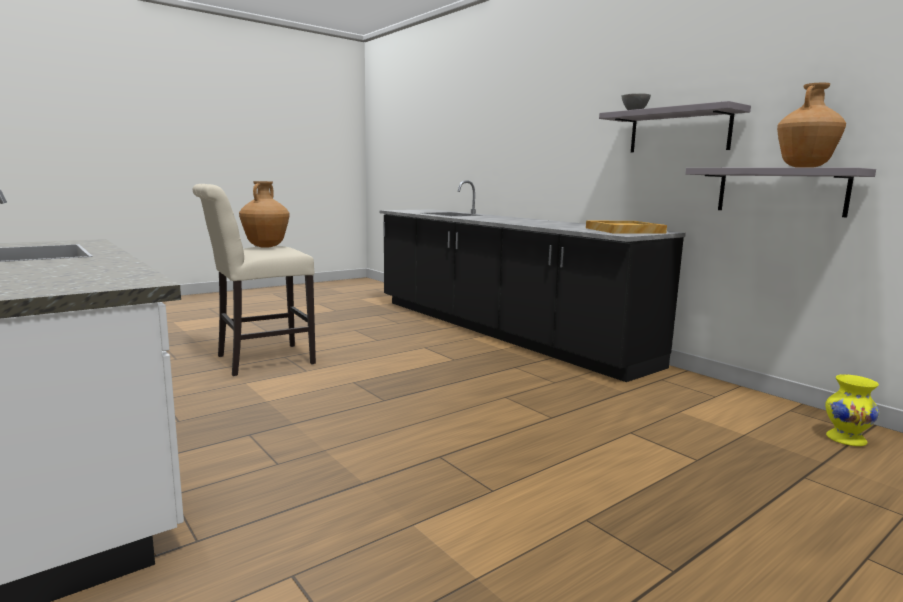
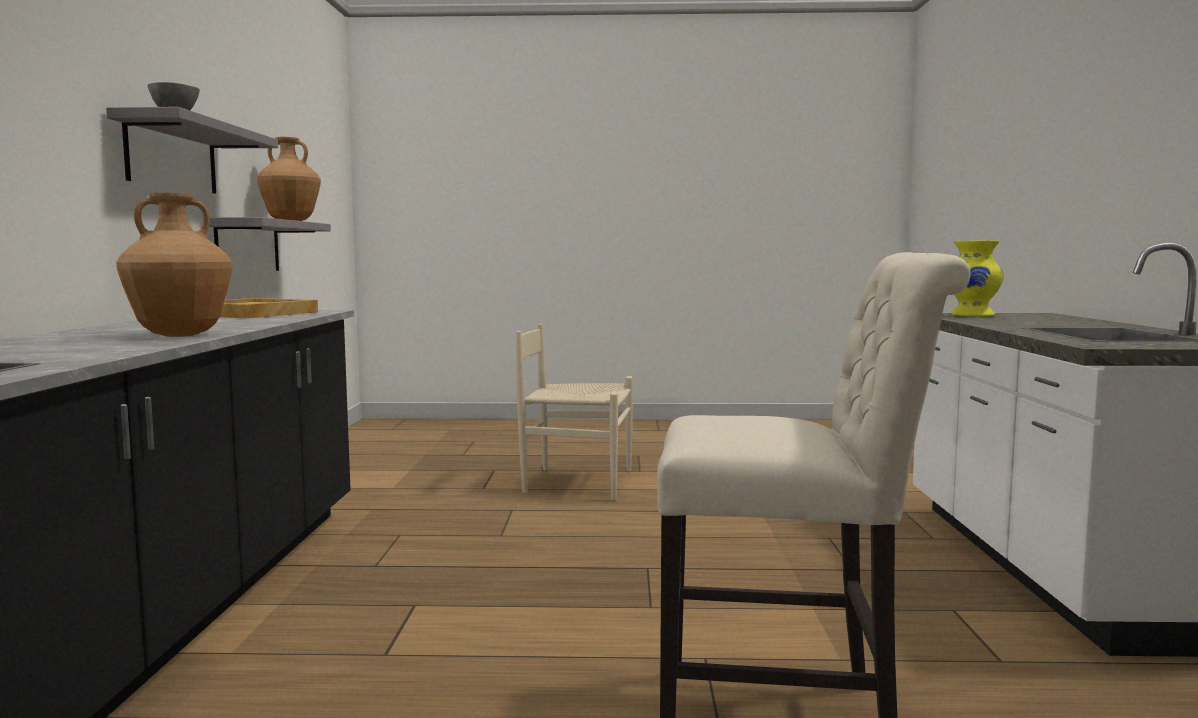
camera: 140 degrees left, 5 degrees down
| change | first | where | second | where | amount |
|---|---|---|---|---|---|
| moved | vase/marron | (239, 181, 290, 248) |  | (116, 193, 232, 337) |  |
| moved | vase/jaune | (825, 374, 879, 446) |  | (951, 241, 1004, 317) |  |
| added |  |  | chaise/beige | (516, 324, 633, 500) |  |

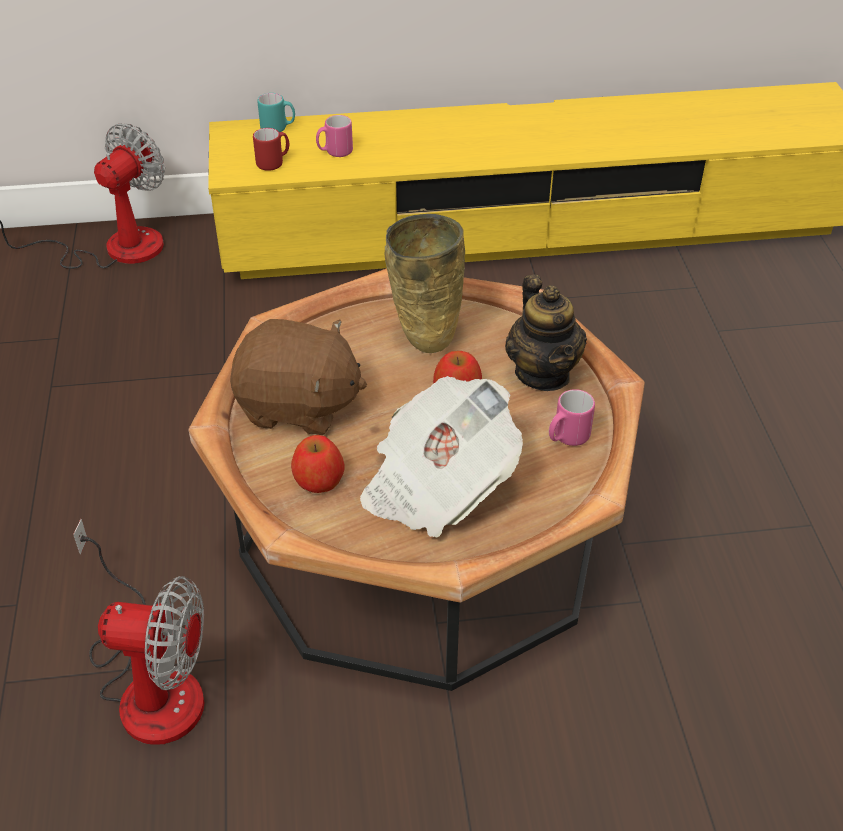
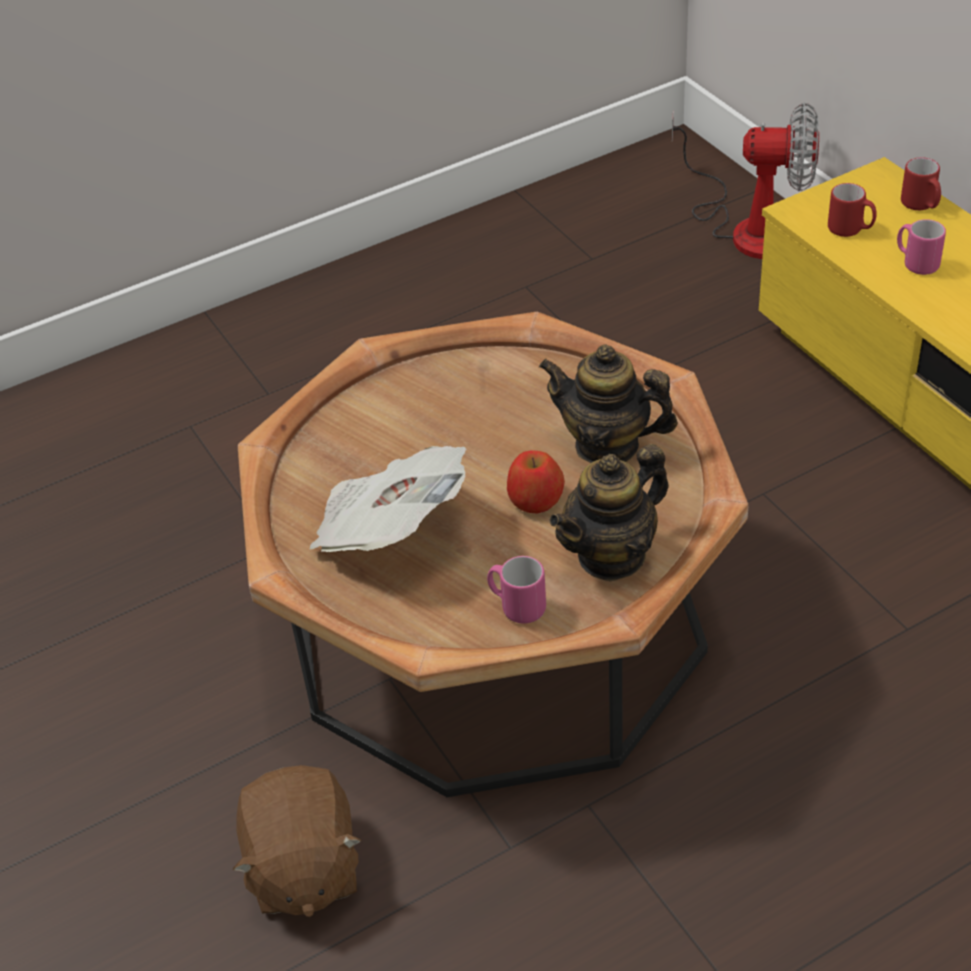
camera: 70 degrees right, 0 degrees up
| change | first | where | second | where | amount |
|---|---|---|---|---|---|
| recoloured | mug/turquoise | (257, 93, 295, 132) | mug/rouge | (901, 157, 941, 210) |  |
| replaced | vase/beige | (385, 214, 465, 353) | théière | (539, 344, 678, 463) |  |
| moved | peluche/marron | (230, 319, 367, 435) |  | (233, 765, 361, 917) |  |
| removed | pomme | (291, 435, 345, 493) |  |  |  |
| removed | ventilateur | (73, 519, 204, 745) |  |  |  |

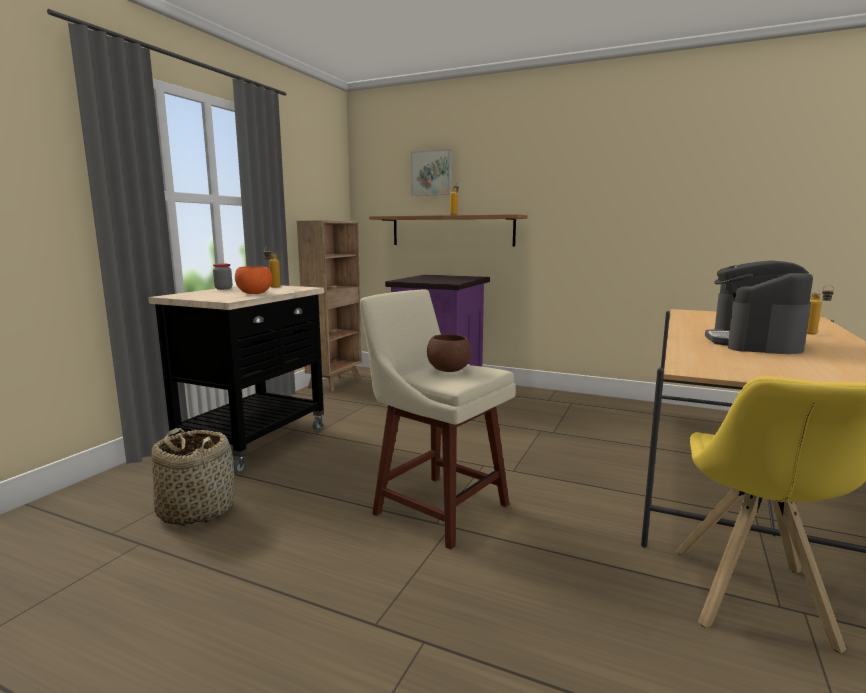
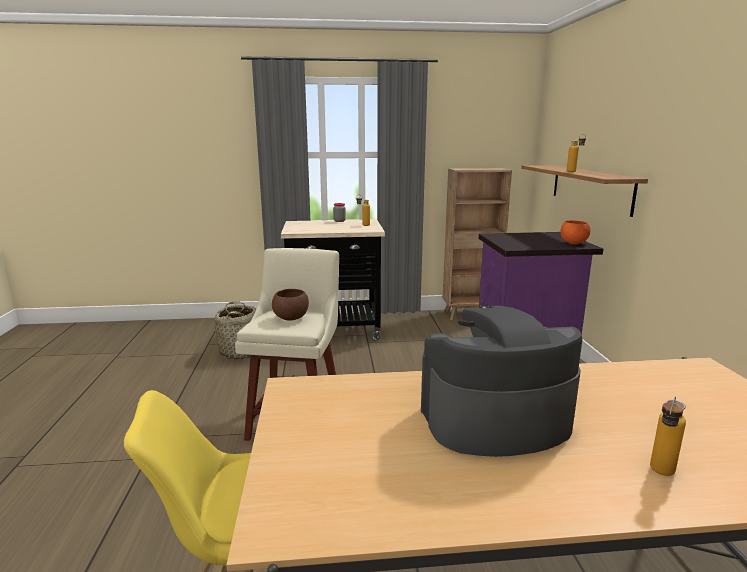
camera: 60 degrees right, 5 degrees up
| change | first | where | second | where | amount |
|---|---|---|---|---|---|
| removed | tableau | (411, 149, 452, 196) |  |  |  |
| moved | bol/orange | (235, 266, 272, 294) |  | (560, 220, 590, 244) |  |

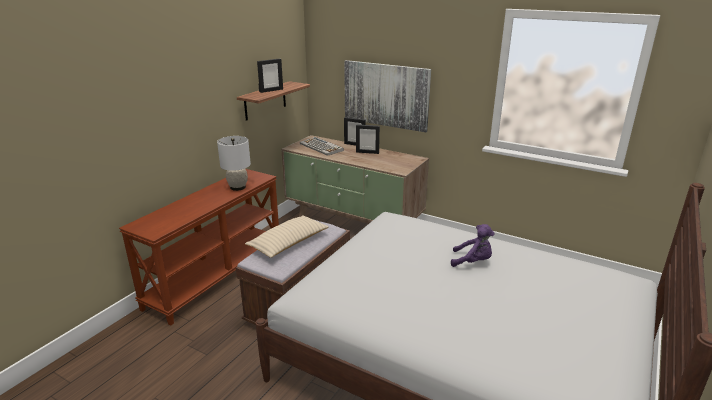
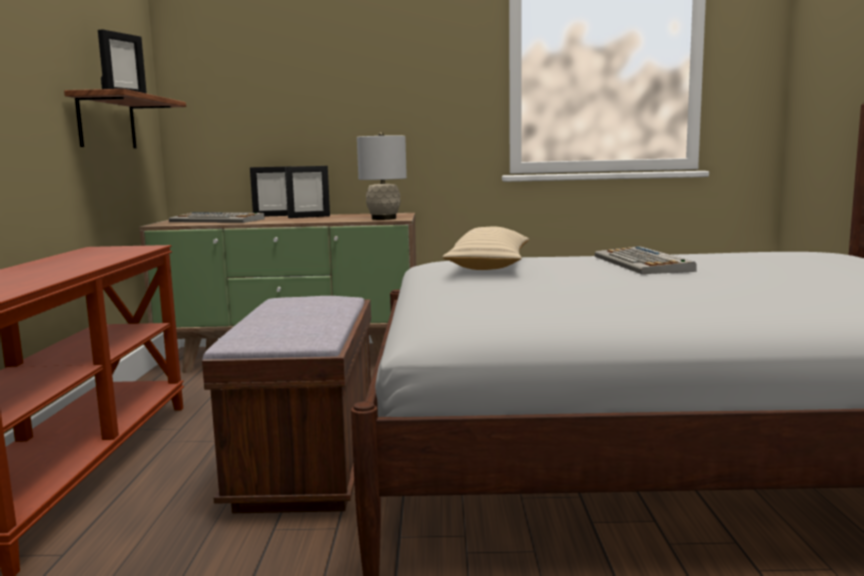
camera: 30 degrees left, 15 degrees down
| change | first | where | second | where | amount |
|---|---|---|---|---|---|
| removed | tableau | (344, 60, 431, 132) |  |  |  |
| moved | lampe de table/blanc | (217, 136, 251, 191) |  | (357, 132, 407, 220) |  |
| moved | coussin/beige | (245, 215, 329, 258) |  | (442, 226, 529, 270) |  |
| replaced | peluche/violet | (451, 224, 495, 267) | clavier | (595, 246, 697, 274) |  |

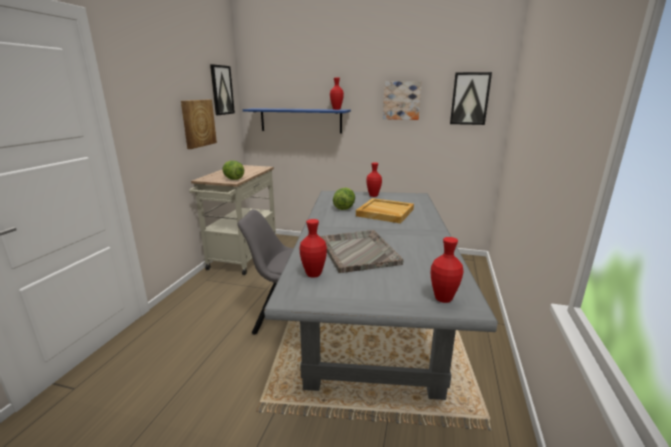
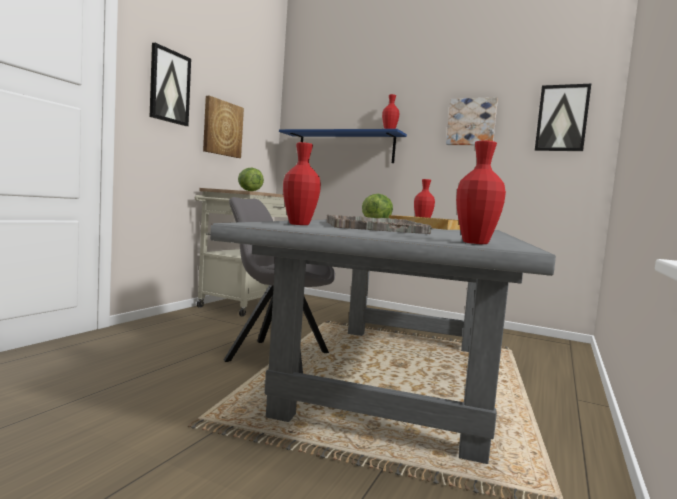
camera: 10 degrees right, 15 degrees down
| change | first | where | second | where | amount |
|---|---|---|---|---|---|
| moved | tableau | (210, 64, 235, 115) |  | (150, 43, 191, 126) |  |

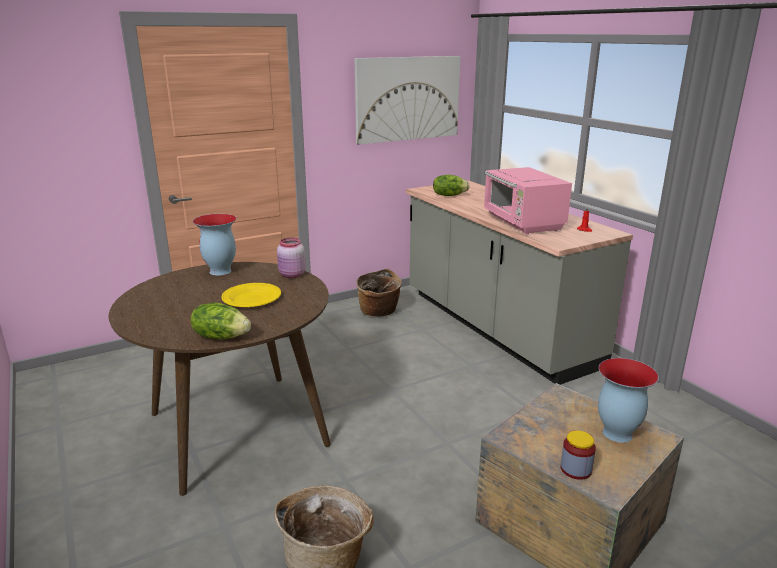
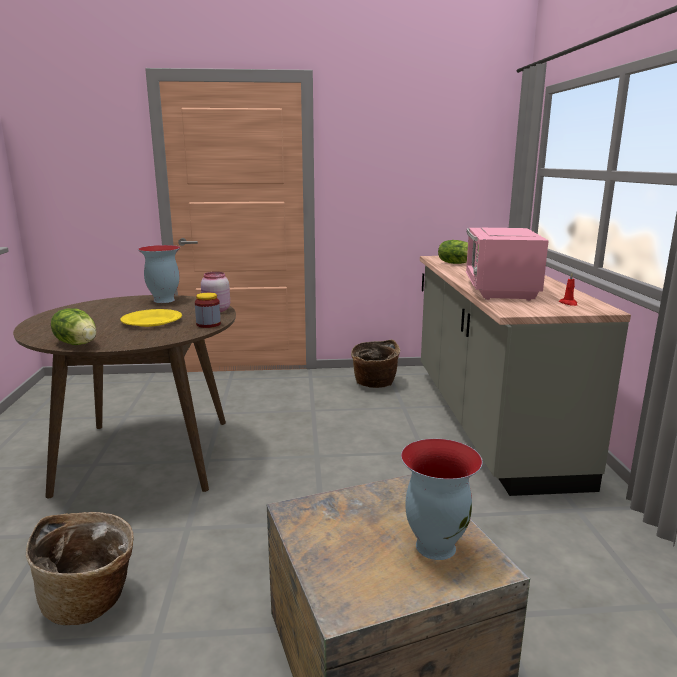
camera: 25 degrees right, 5 degrees down
| change | first | where | second | where | amount |
|---|---|---|---|---|---|
| removed | tableau | (354, 56, 460, 145) |  |  |  |
| moved | bocal | (561, 430, 596, 480) |  | (195, 293, 221, 328) |  |

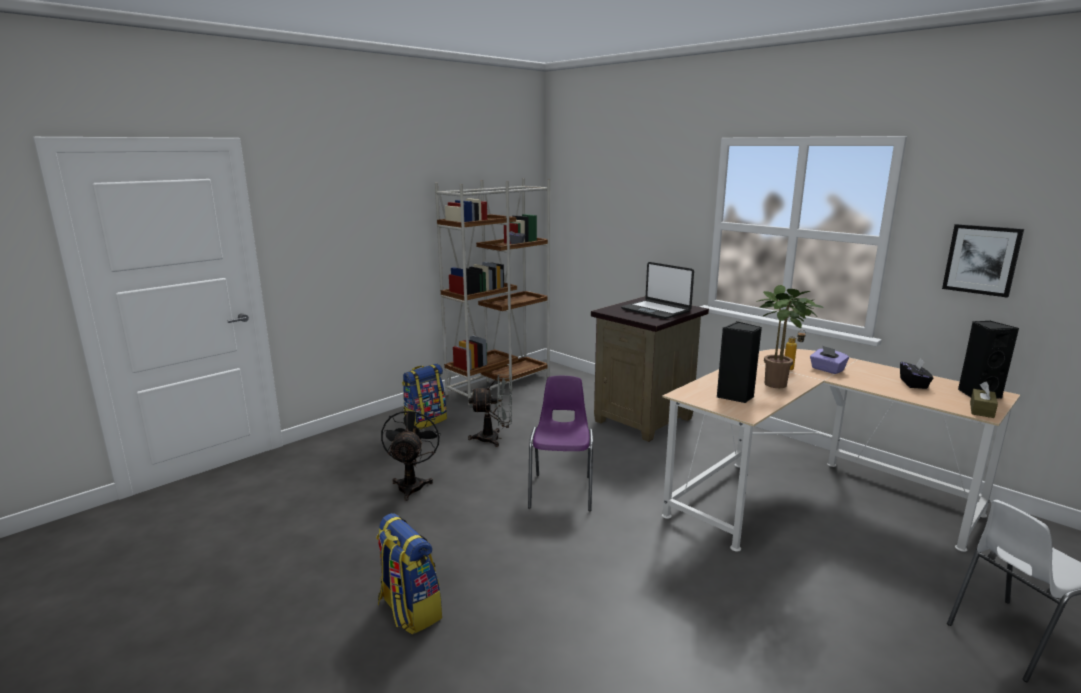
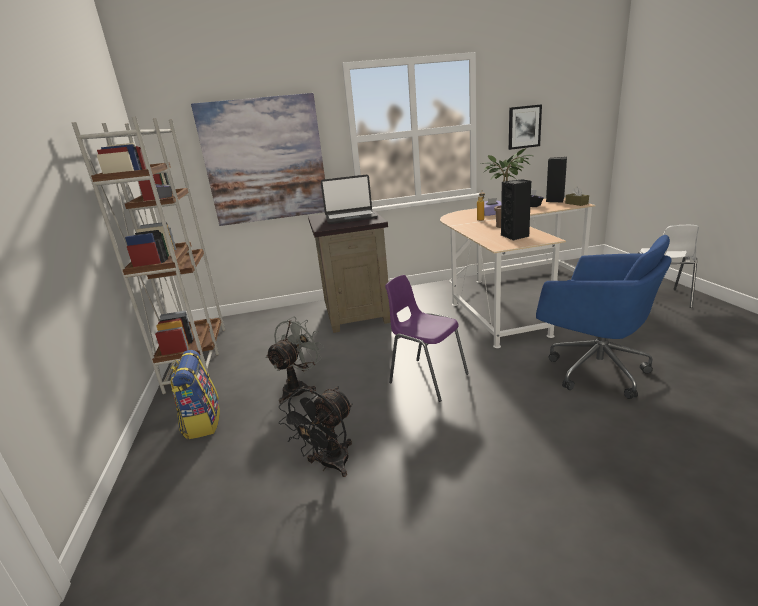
camera: 55 degrees left, 5 degrees up
| change | first | where | second | where | amount |
|---|---|---|---|---|---|
| turned | ventilateur/noir | (381, 407, 441, 501) |  | (279, 387, 353, 477) | 90 degrees counterclockwise |
| removed | sac à dos | (376, 513, 442, 635) |  |  |  |
| added |  |  | tableau | (191, 93, 325, 226) |  |
| added |  |  | chaise de bureau/bleu | (536, 235, 672, 399) |  |

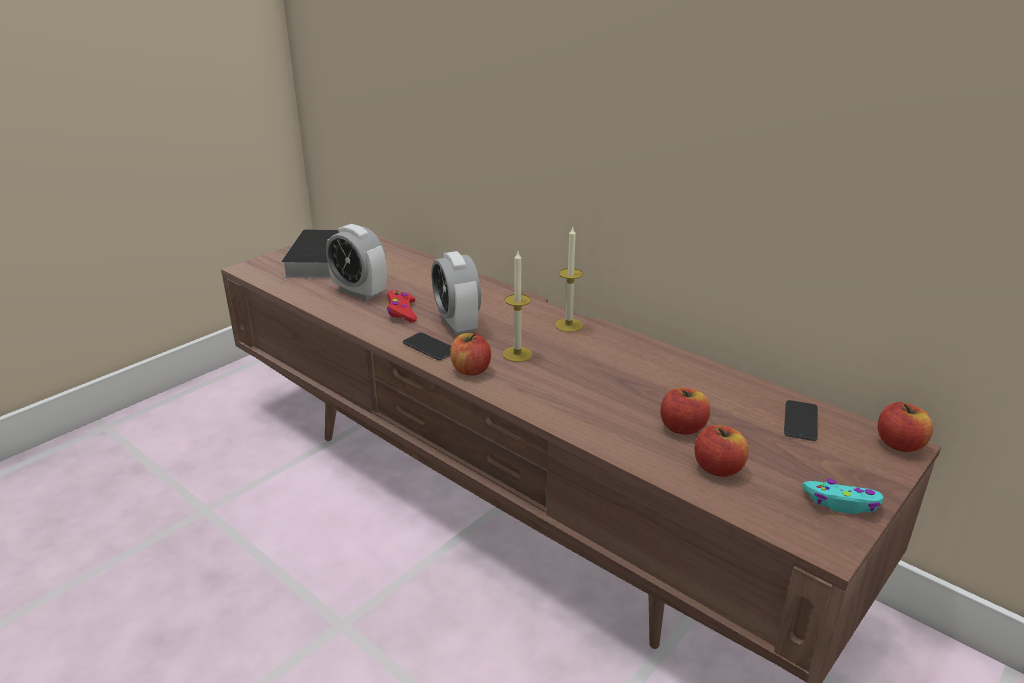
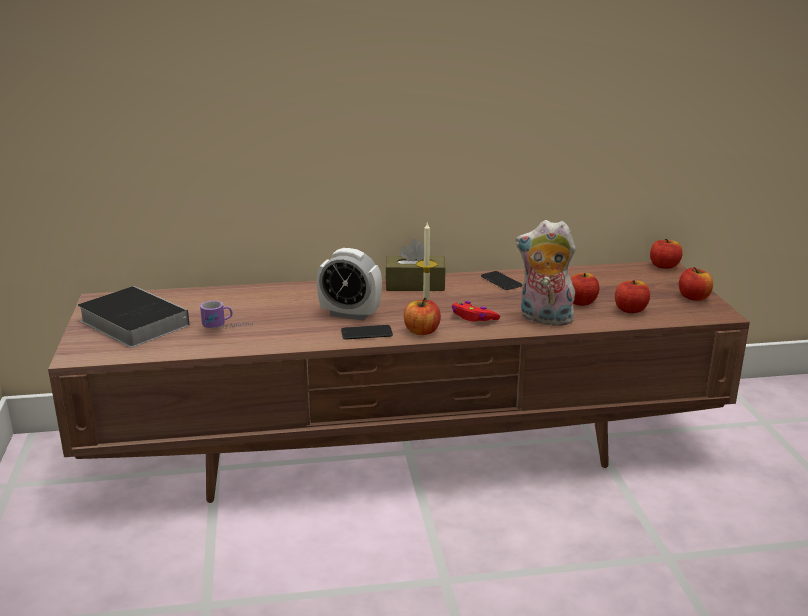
camera: 50 degrees left, 5 degrees down
| change | first | where | second | where | amount |
|---|---|---|---|---|---|
| replaced | réveil | (326, 224, 387, 301) | mug | (200, 301, 253, 329) |  |
| replaced | bougie | (555, 227, 583, 332) | boîte à mouchoirs/marron | (386, 239, 446, 291) |  |
| moved | manette/rouge | (387, 290, 417, 322) |  | (451, 301, 500, 322) |  |
| moved | téléphone | (784, 400, 818, 441) |  | (481, 271, 522, 290) |  |
| replaced | manette/turquoise | (802, 479, 883, 514) | pomme | (679, 267, 713, 301) |  |
| added |  |  | peluche | (516, 220, 579, 326) |  |

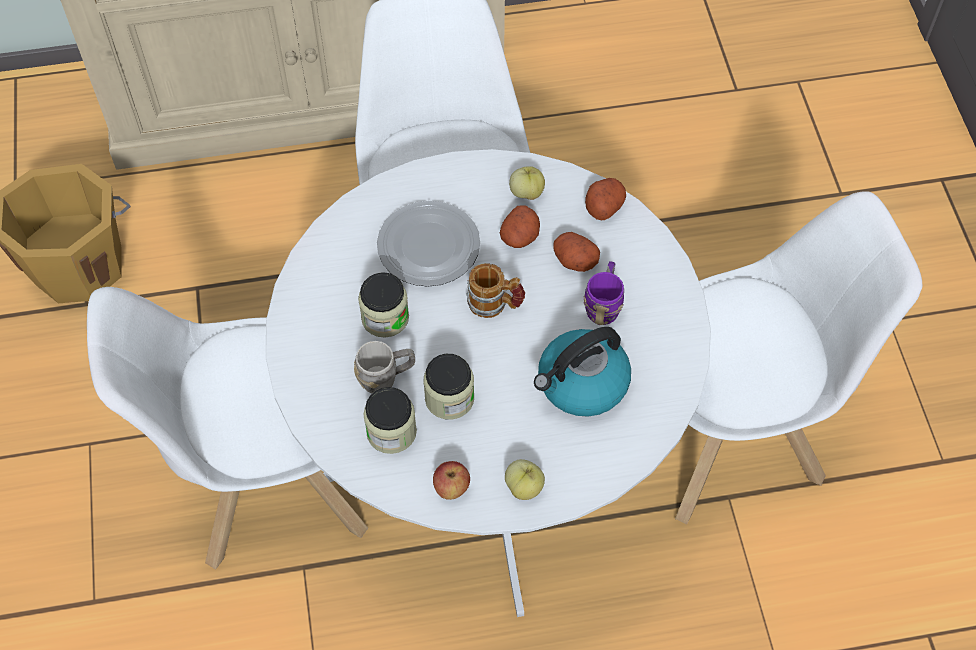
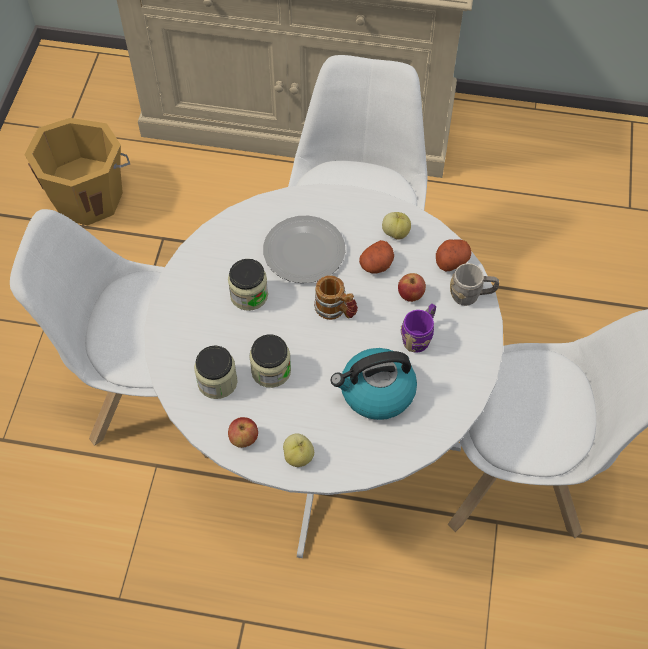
camera: 20 degrees right, 0 degrees up
| change | first | where | second | where | amount |
|---|---|---|---|---|---|
| replaced | pomme de terre | (553, 232, 600, 272) | pomme | (398, 273, 426, 302) |  |
| moved | mug/gris | (354, 341, 415, 393) |  | (450, 263, 499, 306) |  |

